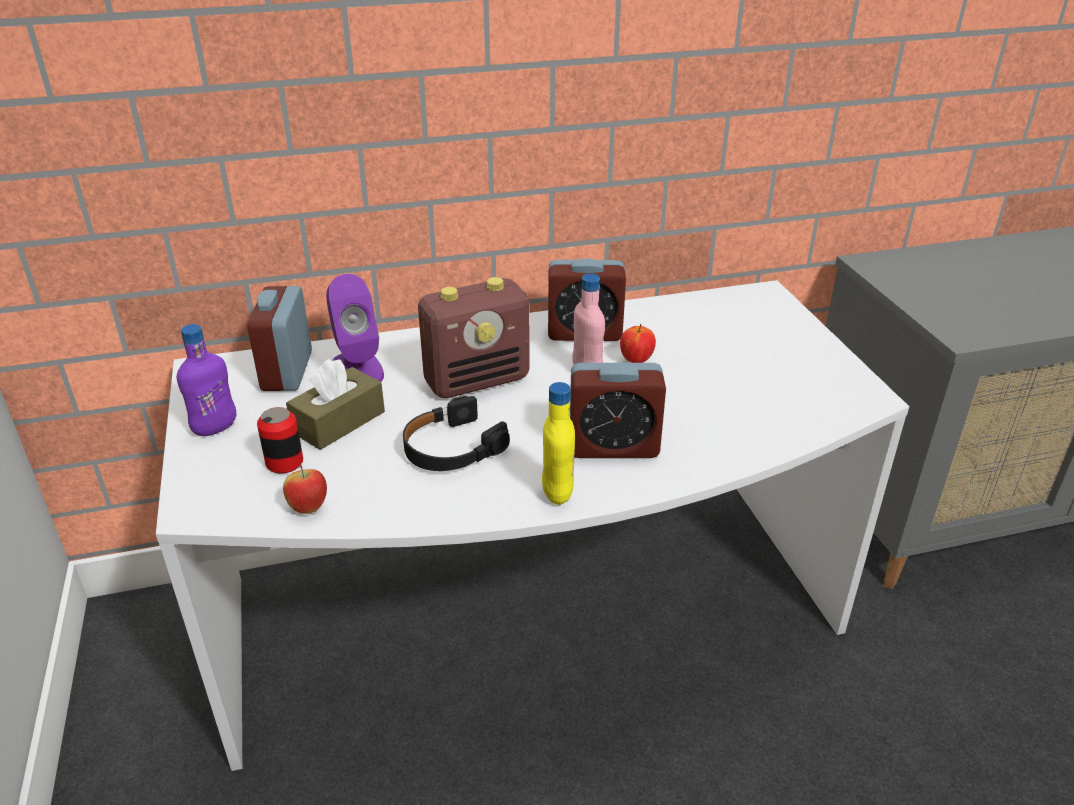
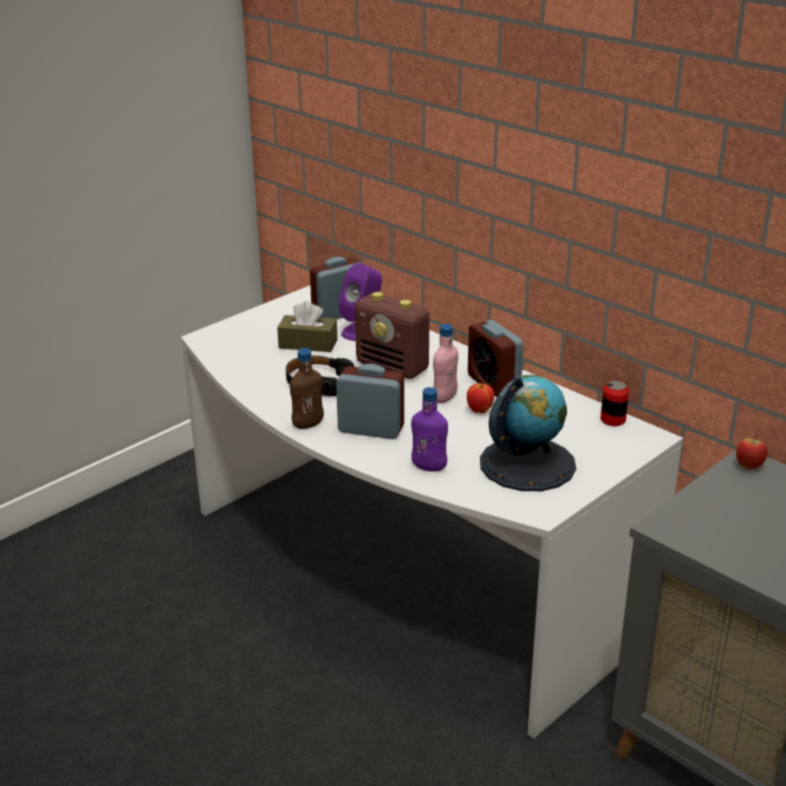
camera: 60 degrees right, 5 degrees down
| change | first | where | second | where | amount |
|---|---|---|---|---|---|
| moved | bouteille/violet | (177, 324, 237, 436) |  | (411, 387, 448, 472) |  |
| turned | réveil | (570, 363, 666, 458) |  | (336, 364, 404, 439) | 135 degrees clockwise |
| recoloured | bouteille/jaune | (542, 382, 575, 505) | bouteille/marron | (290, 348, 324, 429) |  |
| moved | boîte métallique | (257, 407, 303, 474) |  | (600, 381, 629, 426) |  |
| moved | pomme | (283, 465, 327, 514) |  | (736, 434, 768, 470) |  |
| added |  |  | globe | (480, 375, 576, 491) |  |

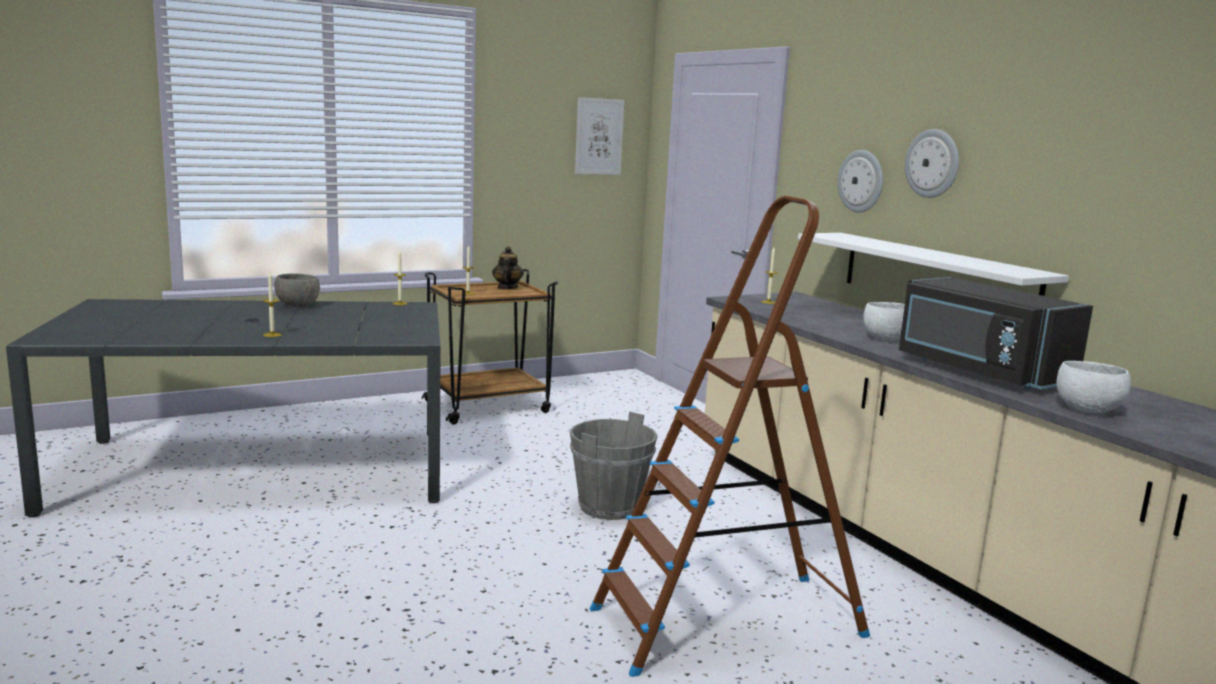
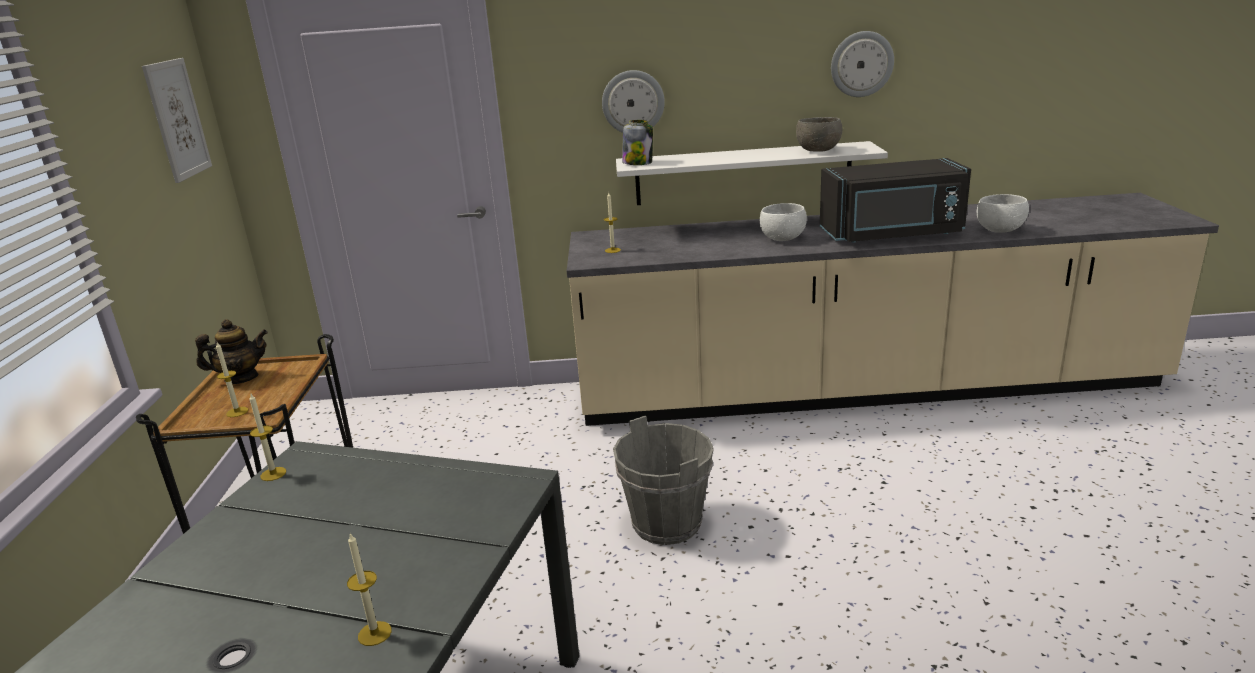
camera: 60 degrees left, 10 degrees up
| change | first | where | second | where | amount |
|---|---|---|---|---|---|
| moved | horloge murale | (905, 129, 959, 198) |  | (831, 31, 894, 97) |  |
| removed | escabeau/marron | (590, 196, 870, 677) |  |  |  |
| turned | théière | (492, 246, 524, 289) |  | (195, 319, 268, 384) | 135 degrees clockwise |
| moved | bol/gris | (274, 273, 320, 307) |  | (796, 117, 842, 152) |  |
| added |  |  | bocal | (622, 120, 653, 165) |  |

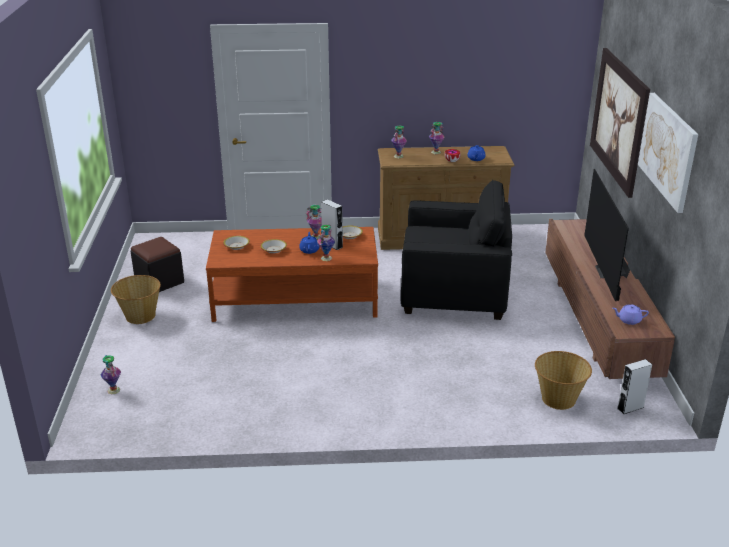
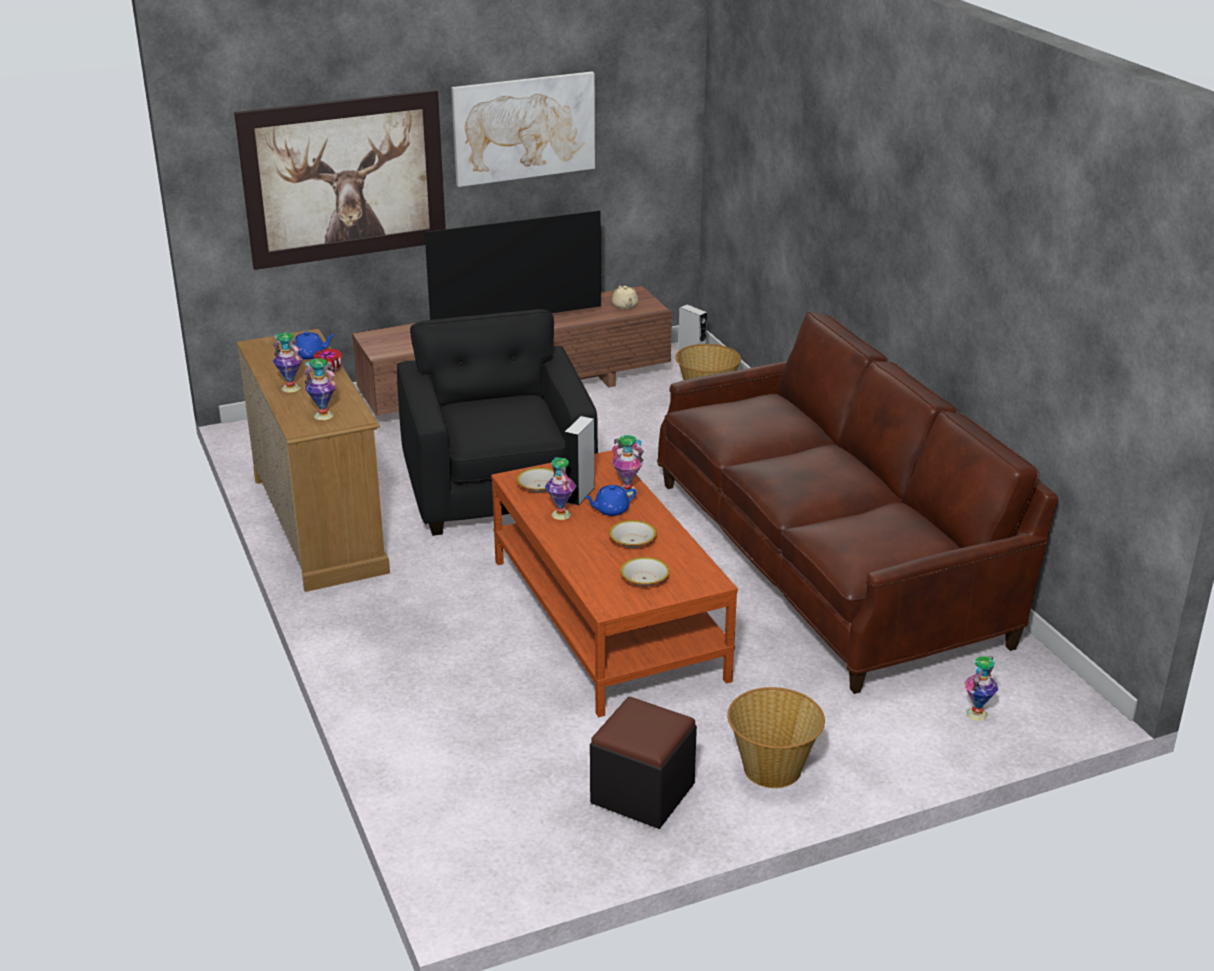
camera: 110 degrees left, 0 degrees up
| change | first | where | second | where | amount |
|---|---|---|---|---|---|
| recoloured | théière/violet | (613, 304, 649, 325) | théière/beige | (612, 286, 638, 309) |  |
| added |  |  | canapé/marron | (657, 312, 1058, 694) |  |

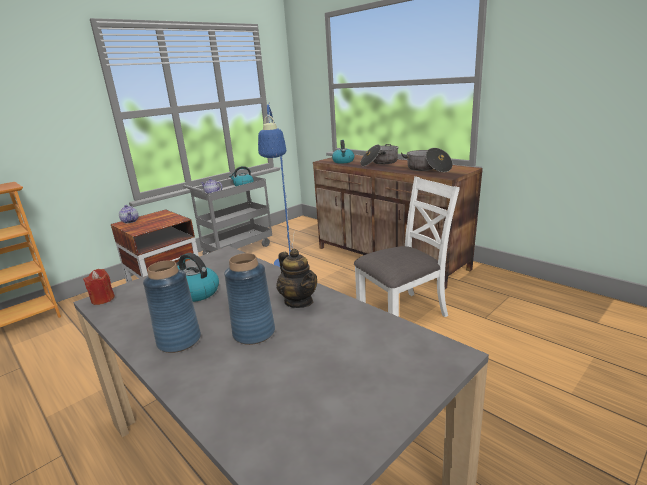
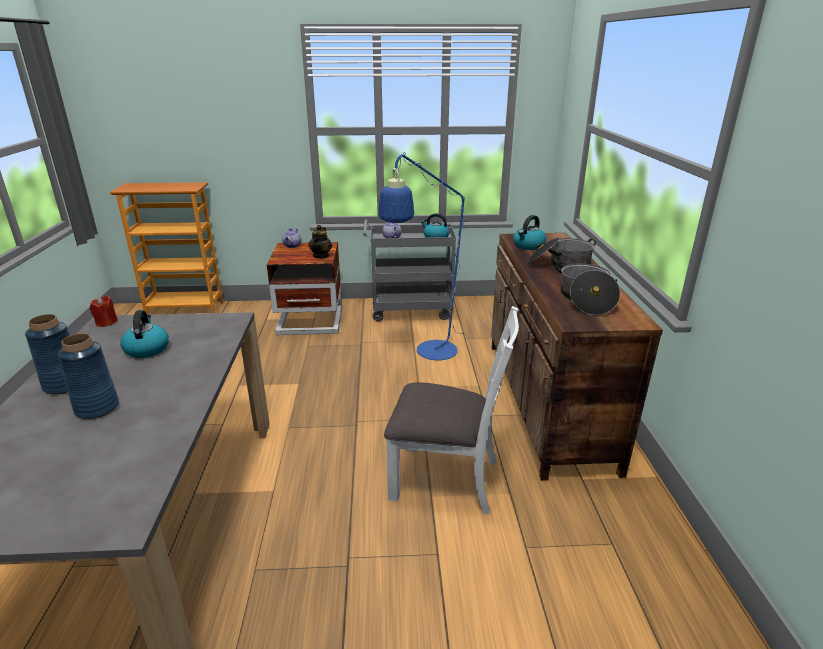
camera: 40 degrees right, 5 degrees up
| change | first | where | second | where | amount |
|---|---|---|---|---|---|
| moved | théière | (276, 249, 317, 308) |  | (308, 225, 332, 259) |  |

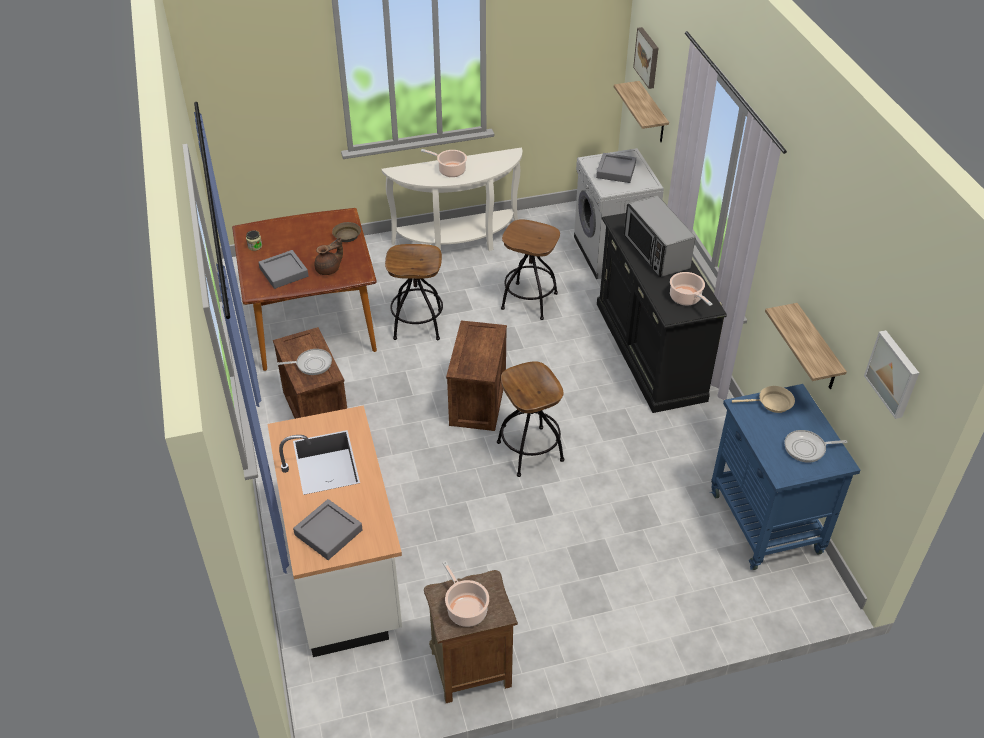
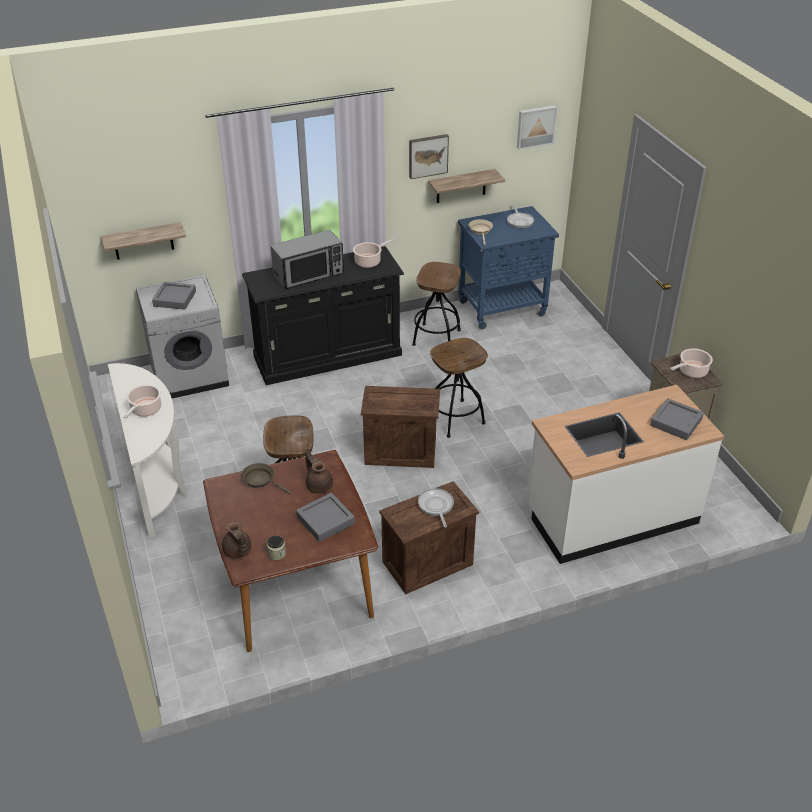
camera: 95 degrees left, 5 degrees down
| change | first | where | second | where | amount |
|---|---|---|---|---|---|
| moved | tableau | (633, 27, 658, 89) |  | (409, 134, 449, 179) |  |
| moved | tabouret/marron | (501, 219, 560, 320) |  | (412, 262, 461, 346) |  |
| added |  |  | théière/marron | (222, 522, 251, 558) |  |

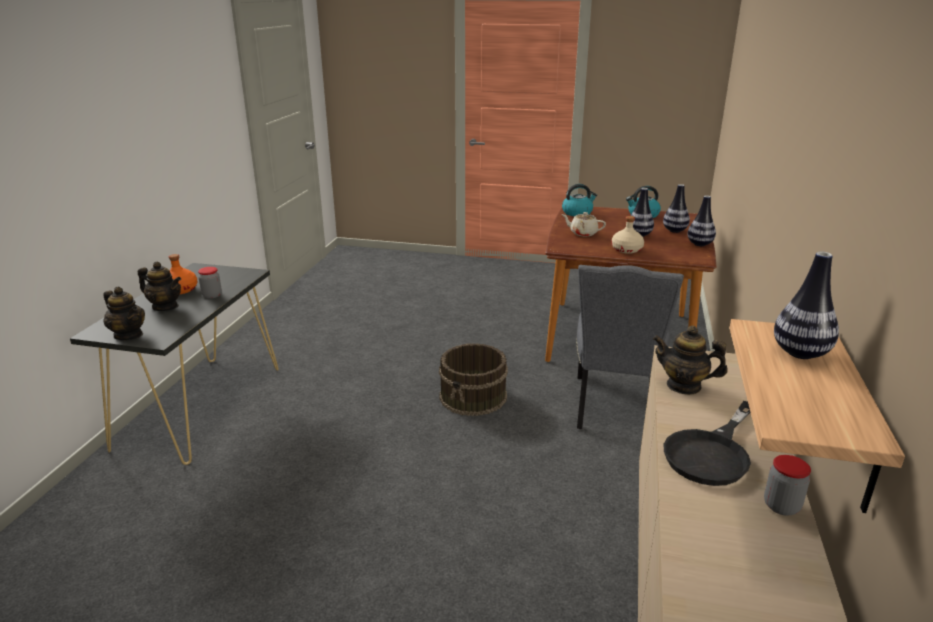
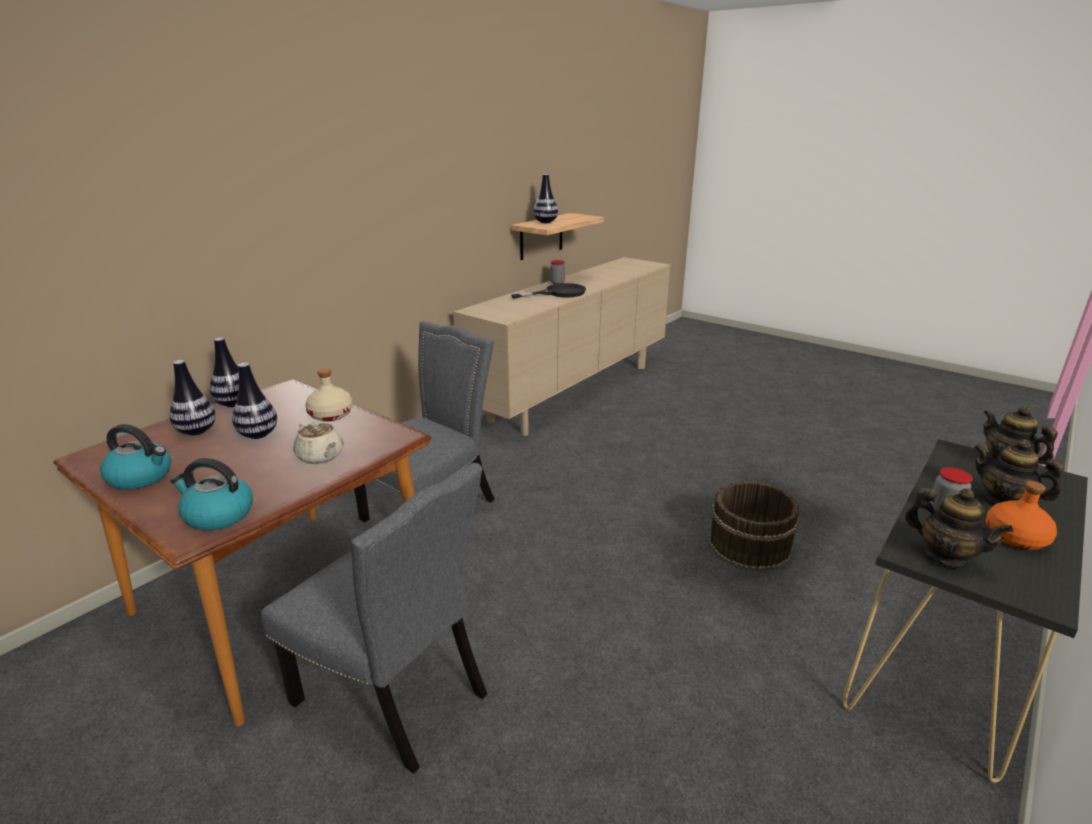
camera: 155 degrees left, 0 degrees up
| change | first | where | second | where | amount |
|---|---|---|---|---|---|
| moved | théière | (653, 326, 728, 395) |  | (905, 488, 1013, 569) |  |
| moved | seau/marron | (439, 343, 508, 416) |  | (708, 481, 800, 572) |  |
| added |  |  | chaise/gris | (261, 463, 487, 774) |  |

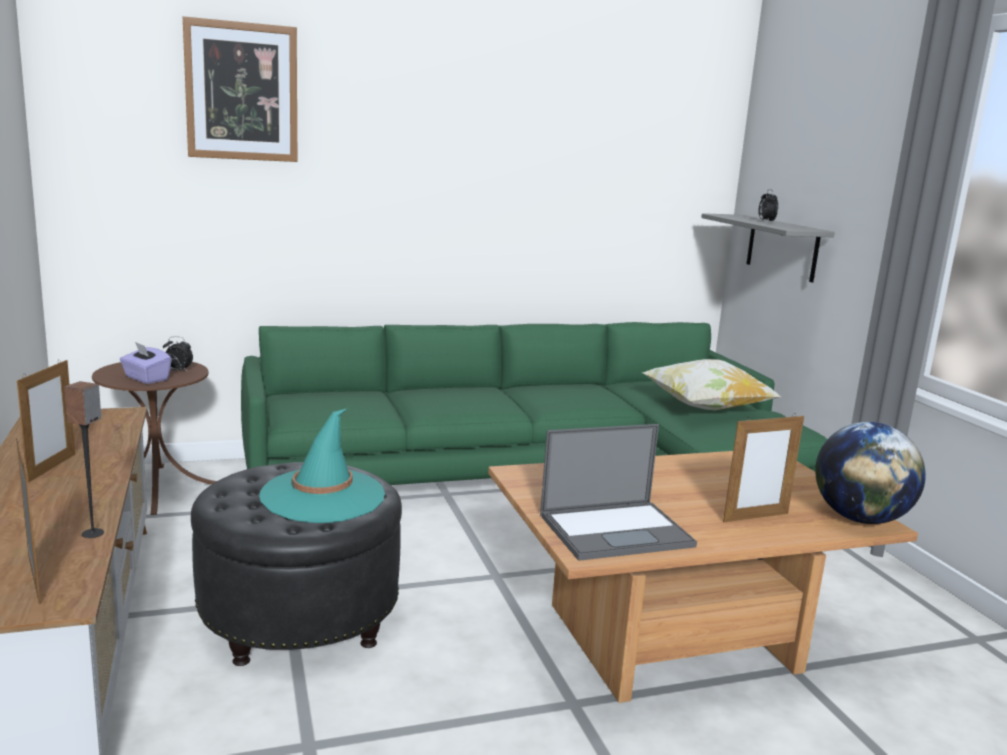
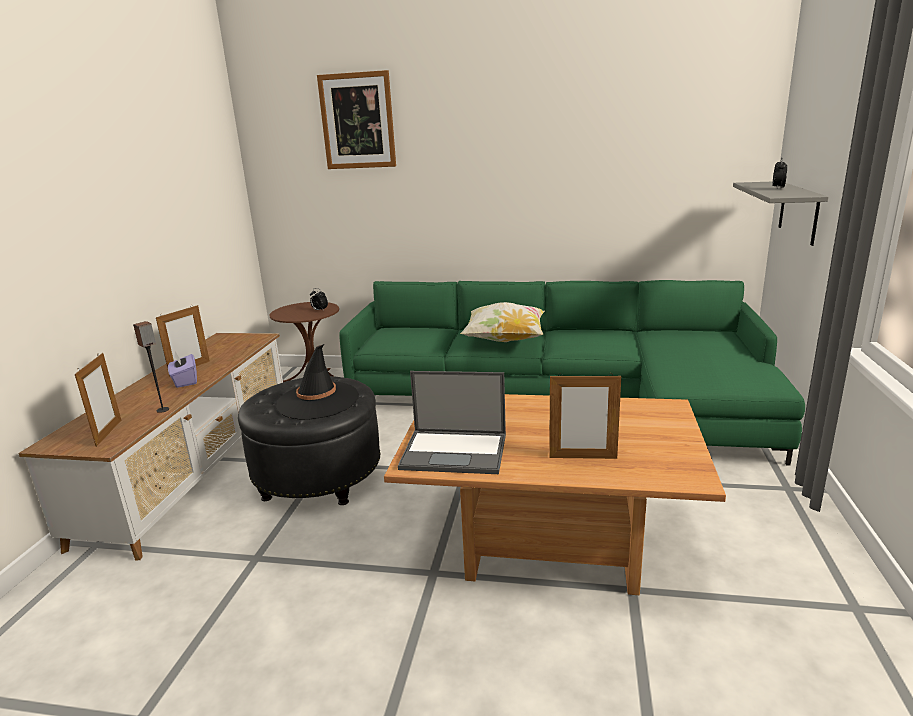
camera: 30 degrees right, 5 degrees up
| change | first | where | second | where | amount |
|---|---|---|---|---|---|
| moved | boîte à mouchoirs/violet | (120, 342, 172, 384) |  | (168, 352, 197, 388) |  |
| moved | coussin | (643, 359, 781, 410) |  | (460, 302, 545, 342) |  |
| recoloured | chapeau/turquoise | (259, 409, 385, 523) | chapeau/noir | (276, 344, 359, 420) |  |
| removed | globe | (815, 422, 926, 524) |  |  |  |

